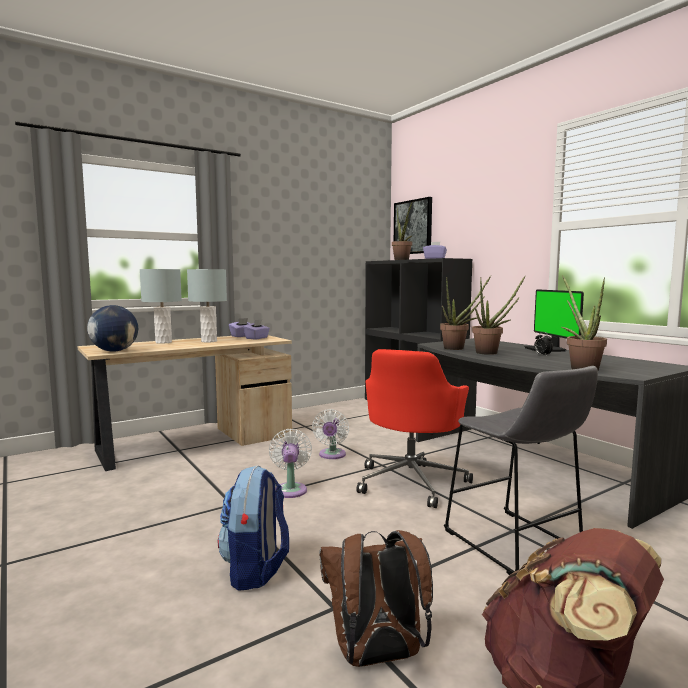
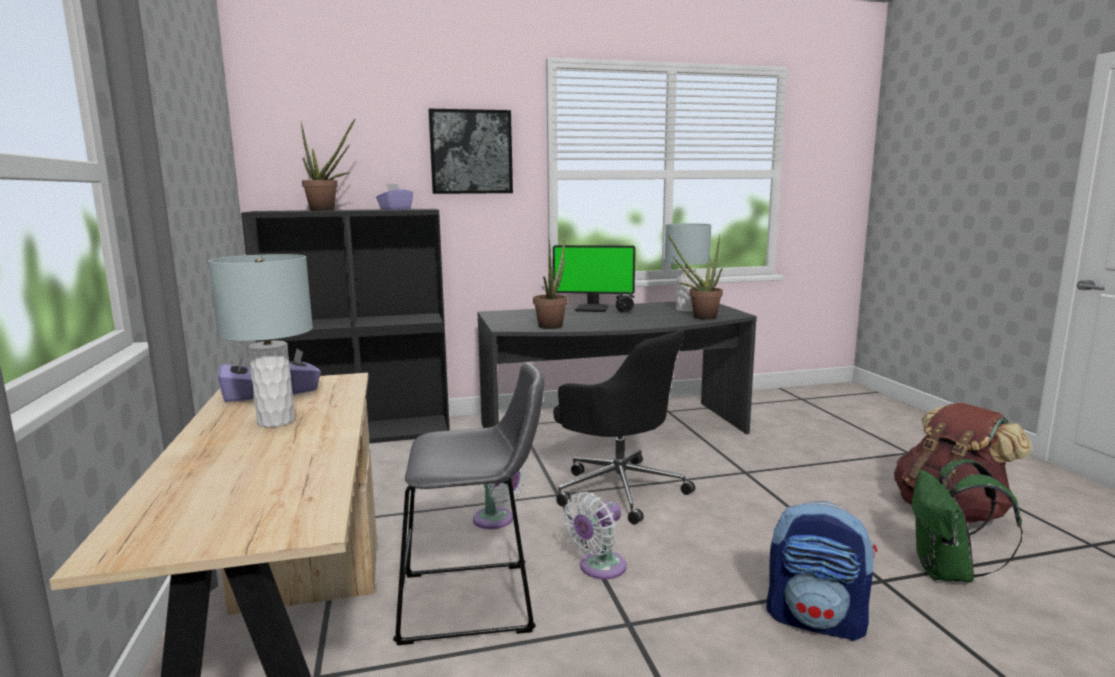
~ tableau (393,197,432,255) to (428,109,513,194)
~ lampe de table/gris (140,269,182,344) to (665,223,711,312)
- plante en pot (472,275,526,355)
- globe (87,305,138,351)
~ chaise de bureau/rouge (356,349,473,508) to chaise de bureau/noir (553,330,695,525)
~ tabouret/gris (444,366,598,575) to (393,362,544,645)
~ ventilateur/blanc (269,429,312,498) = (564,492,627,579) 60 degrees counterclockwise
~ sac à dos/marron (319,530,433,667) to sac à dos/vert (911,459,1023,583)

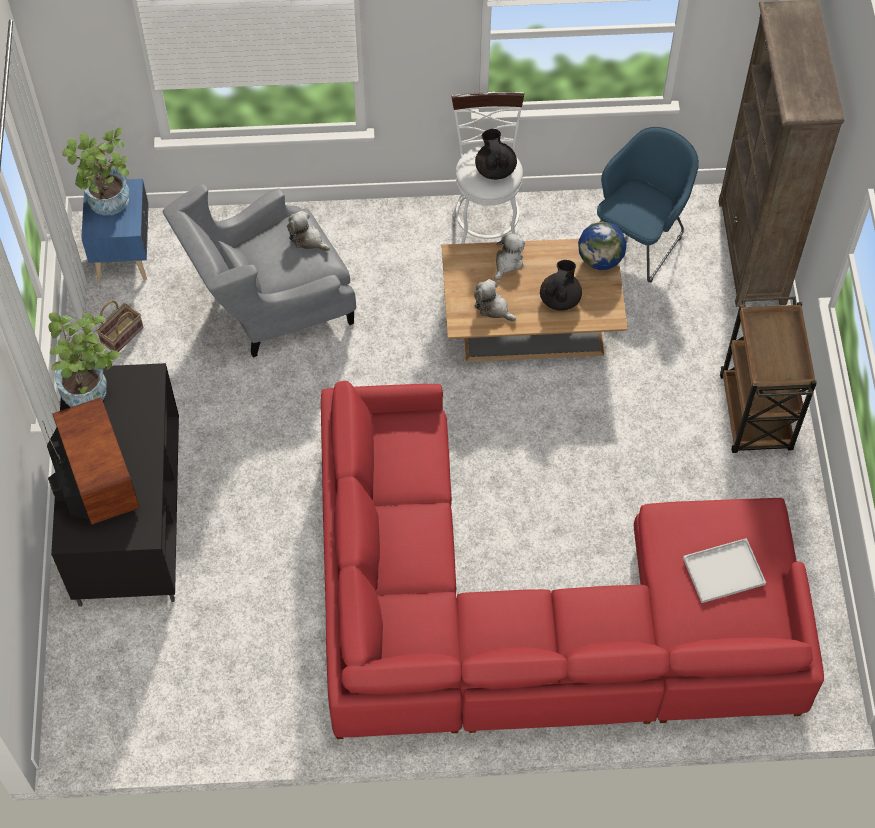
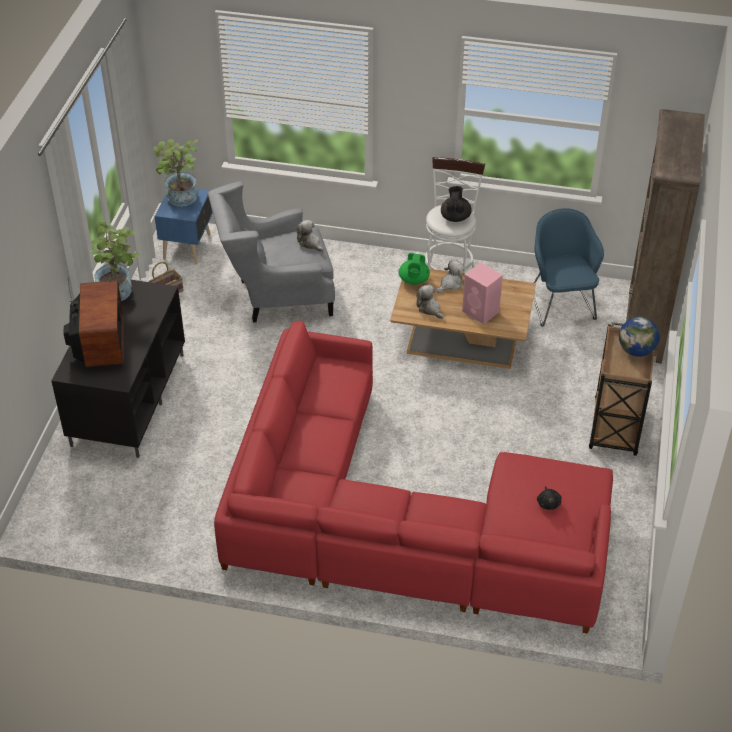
~ fauteuil/bleu (597,127,699,282) = (533,208,604,326) 60 degrees counterclockwise
~ globe (578,222,627,270) to (619,317,660,357)
~ théière/noir (540,260,582,311) to enceinte/rose (462,263,503,324)
~ plateau/blanc (683,538,766,603) to peluche/noir (537,486,561,510)
+ théière/vert (399,253,430,285)

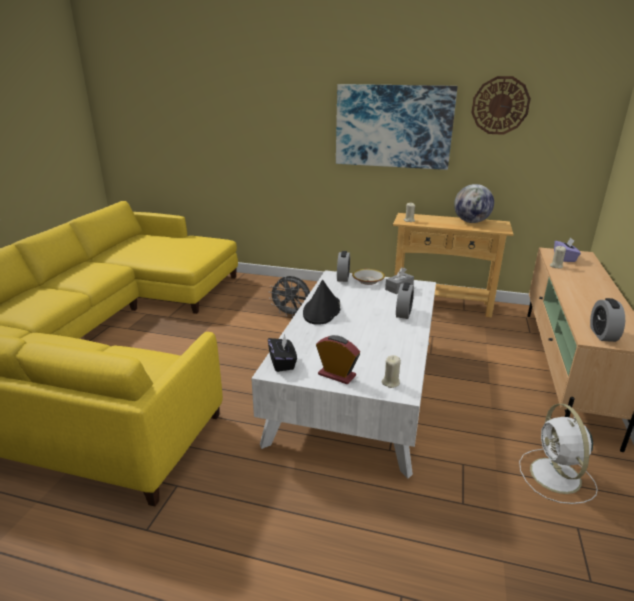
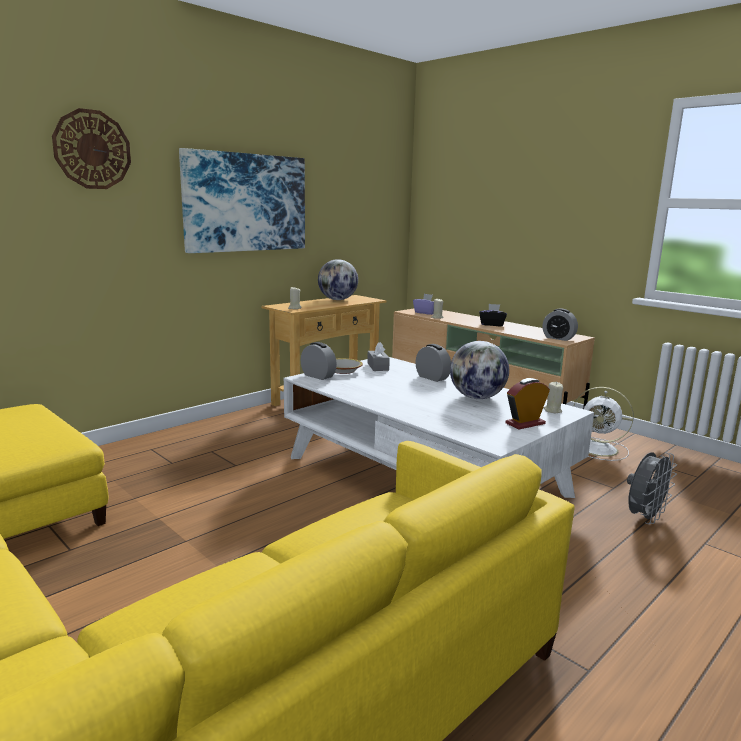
~ horloge murale (471,76,531,135) to (52,108,131,189)
~ ventilateur/gris (269,276,310,317) to (627,452,677,524)
- chapeau/noir (303,280,341,325)
~ boîte à mouchoirs/noir (268,334,297,372) to (479,304,507,326)
+ globe (450,341,509,399)

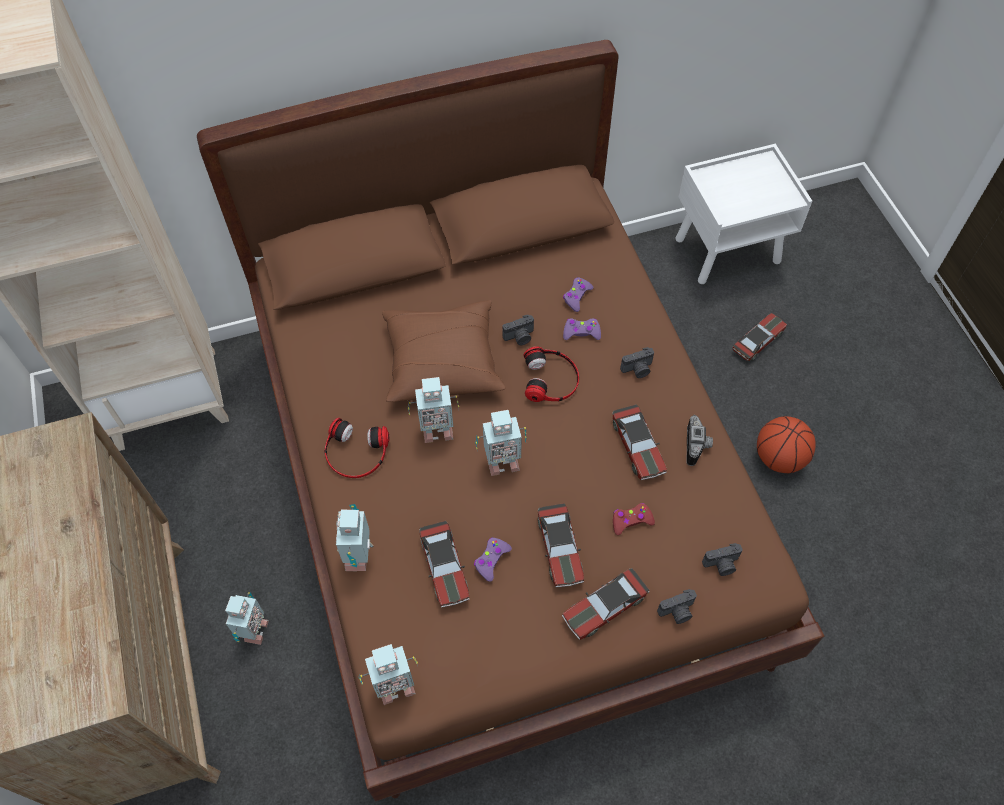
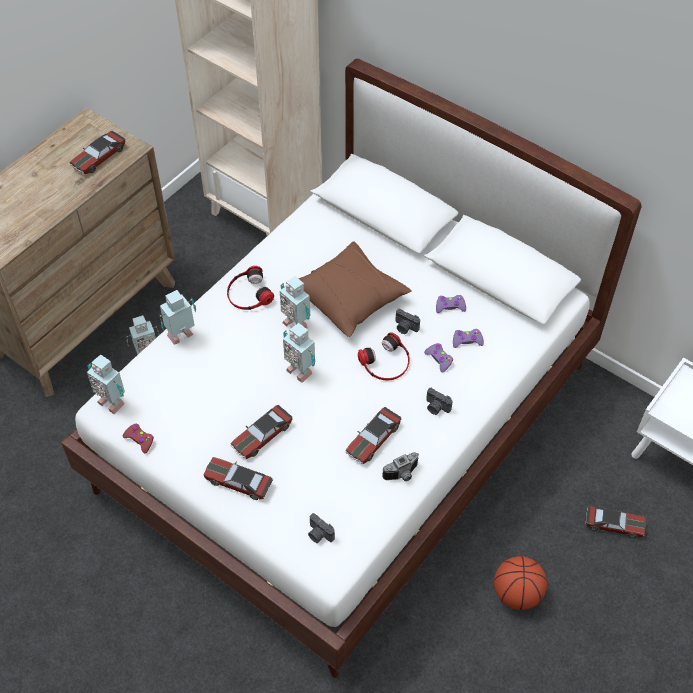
~ lit/marron (197,40,824,801) to lit/blanc (61,59,641,678)
~ manette/rouge (613,503,655,535) to (123,424,154,453)
~ petite voiture (419,521,470,608) to (70,131,126,174)
~ manette/violet (474,538,512,582) to (436,295,466,313)
- appareil photo (657,589,697,624)

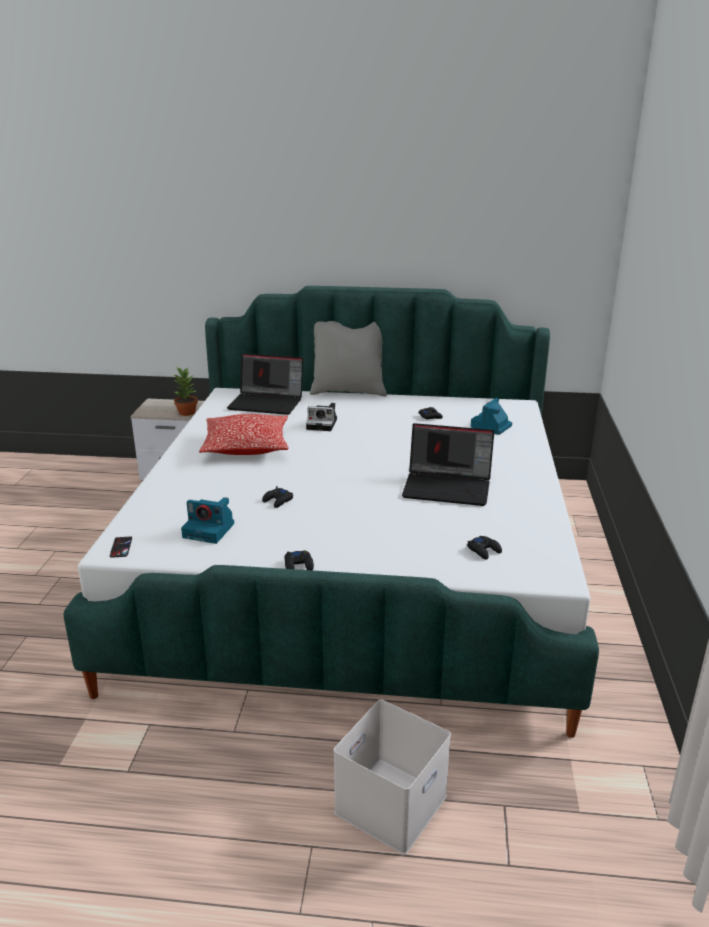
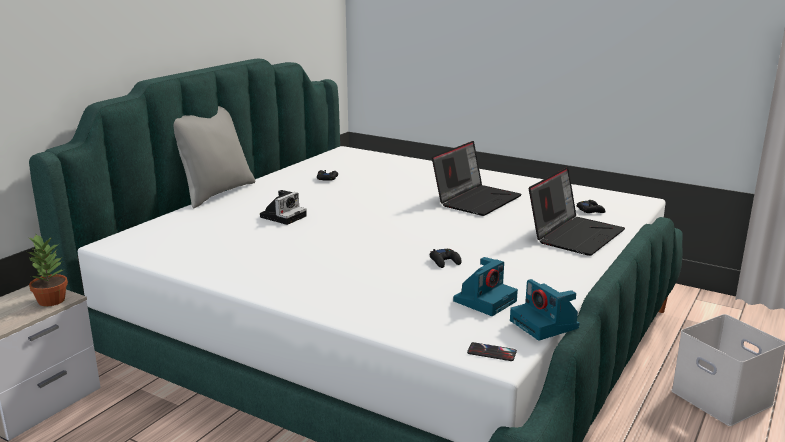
~ ordinateur portable (227,353,303,415) to (529,167,625,256)
~ appareil photo (471,398,512,435) to (510,279,579,340)
- coussin (199,414,288,455)
- manette/noir (284,550,314,570)

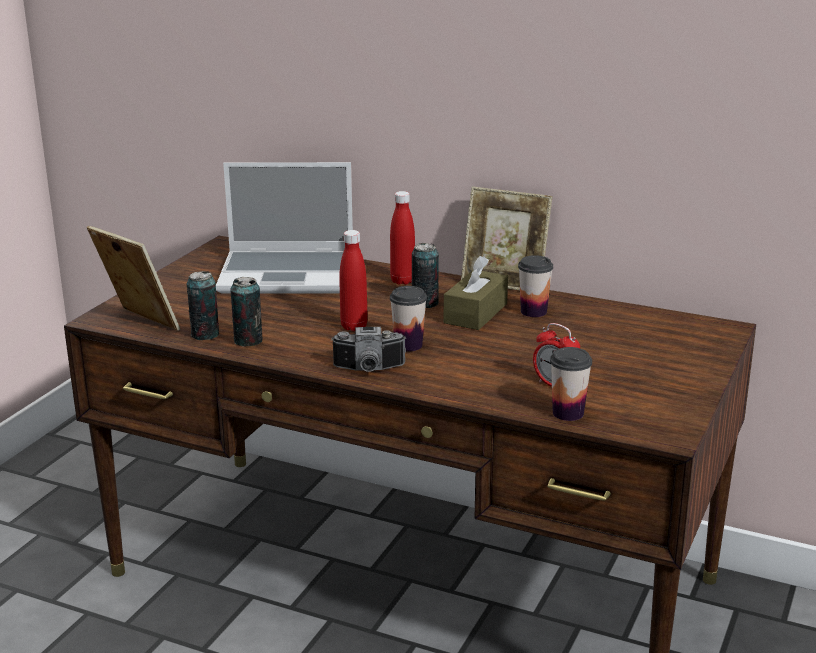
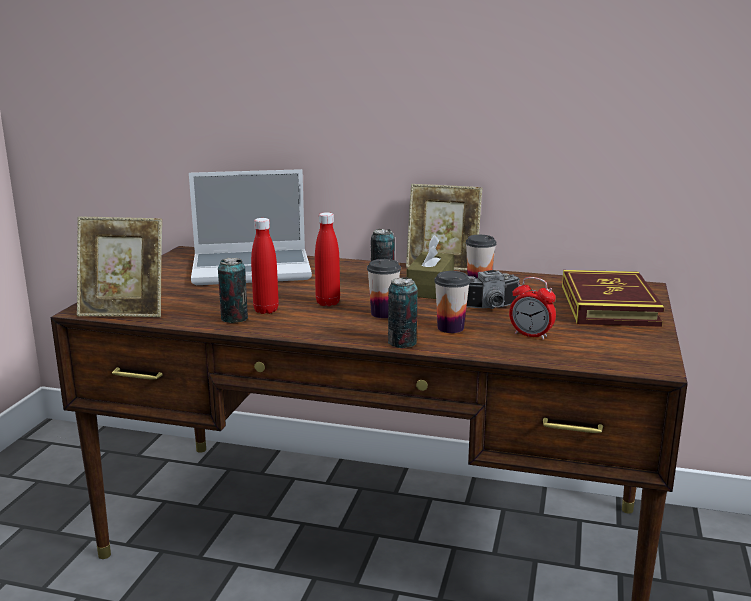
~ bouteille/rouge (390,191,415,285) to (251,218,279,314)
~ cadre photo (87,225,180,331) = (77,217,162,317) 150 degrees clockwise
~ boîte métallique (187,271,219,340) to (388,277,418,348)
~ appareil photo (331,327,406,372) to (467,270,520,309)
~ tasse (550,347,592,421) to (434,271,470,333)
+ livre (562,270,664,327)

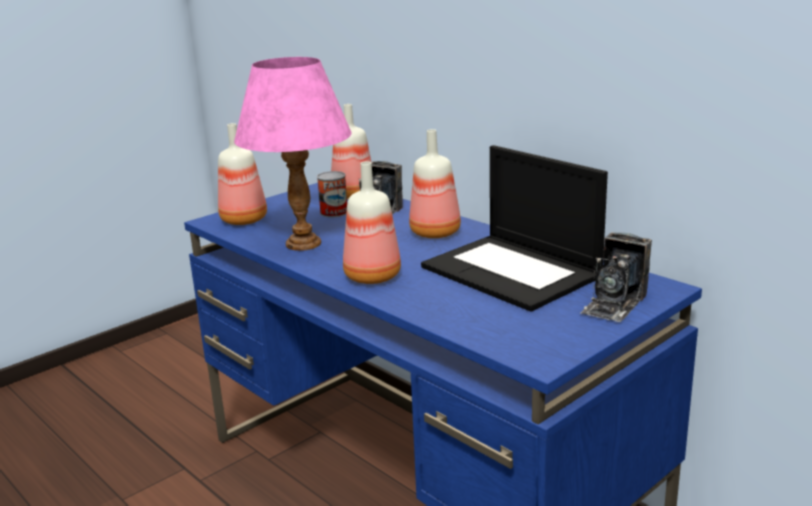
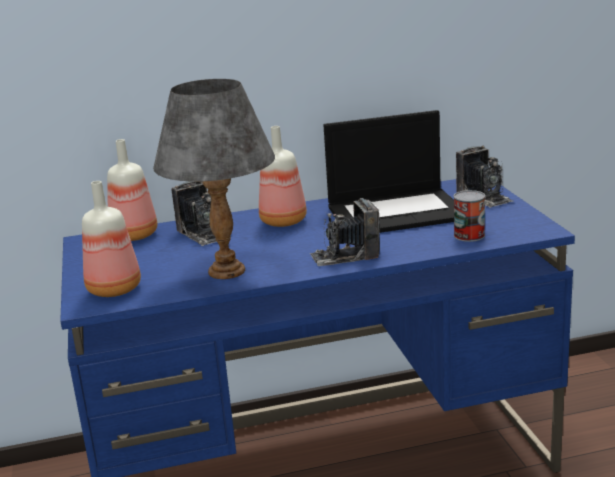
~ lampe de table/rose (234,57,352,251) to lampe de table/gris (153,79,275,279)
~ bouteille (343,161,401,284) to appareil photo (310,198,380,266)
~ boîte métallique (317,171,347,218) to (454,190,485,242)

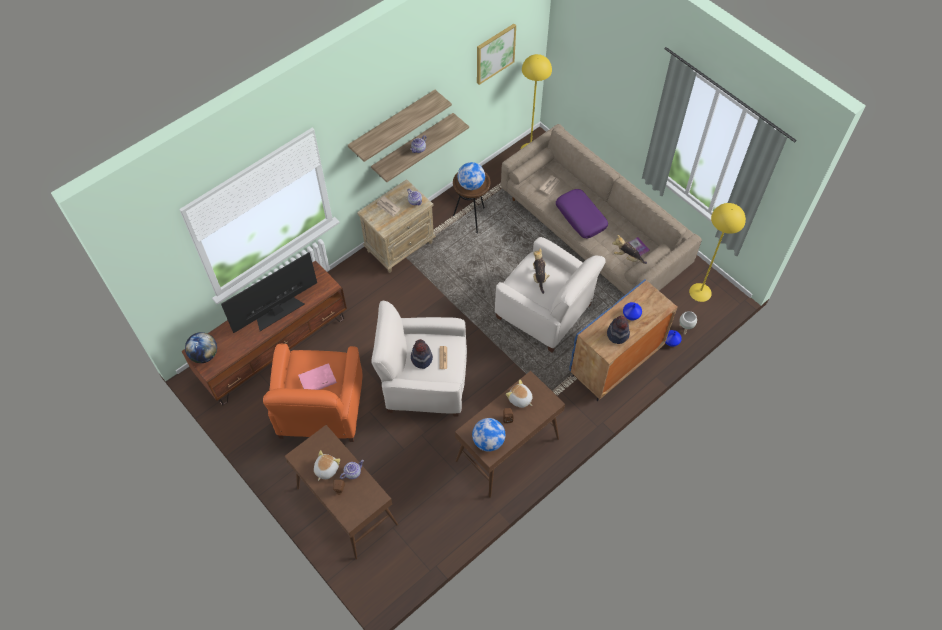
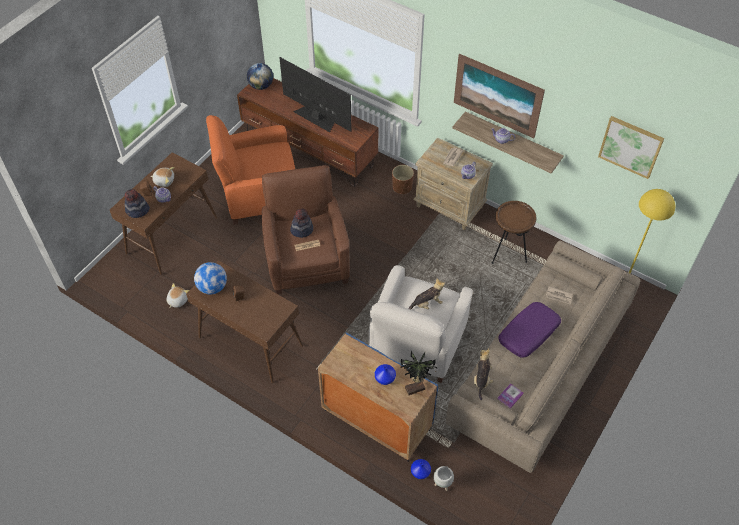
~ étagère (348,90,452,162) to tableau (454,54,545,138)
- globe (457,162,485,190)
- lampadaire/jaune (689,203,746,302)
~ fauteuil/blanc (371,301,467,417) to fauteuil/marron (262,165,350,295)
~ chapeau (607,316,630,344) to (125,189,150,218)
- livre/rose (298,363,337,390)
~ peluche (506,379,533,408) to (166,283,189,308)
+ cache-pot/marron (392,165,414,194)
+ plante en pot (400,351,438,395)

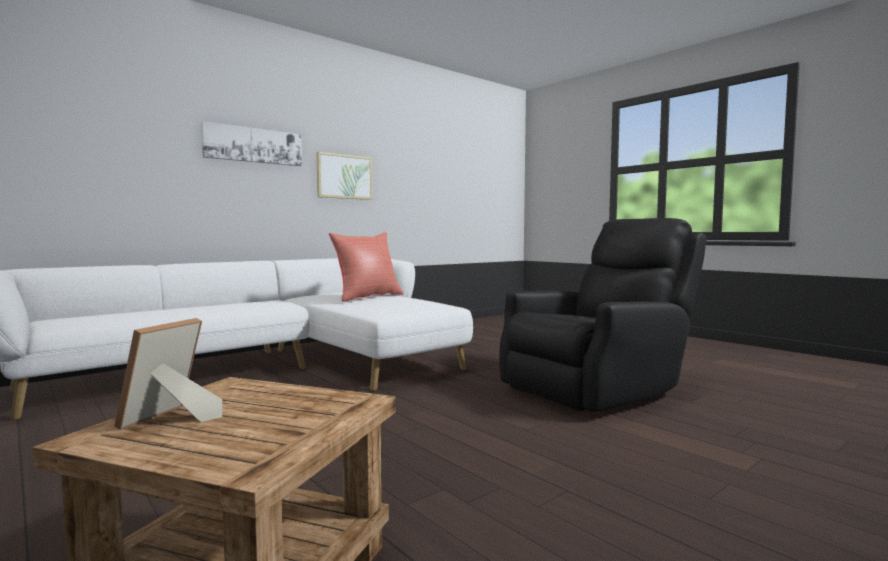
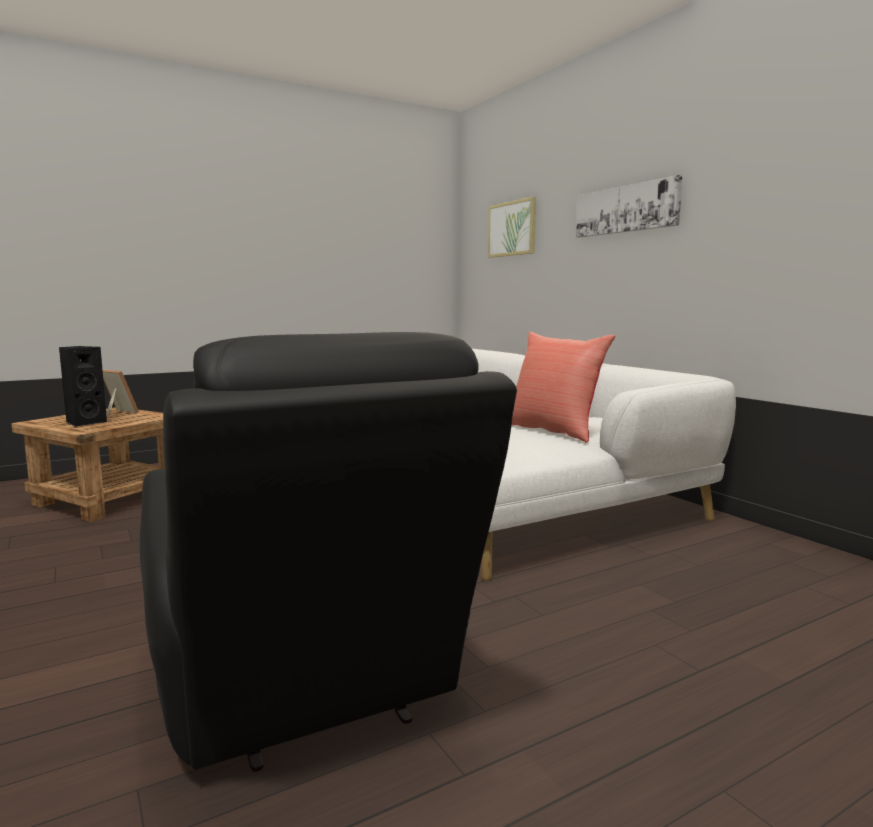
~ tableau (317,152,372,200) to (488,197,536,258)
+ enceinte/noir (59,346,107,427)

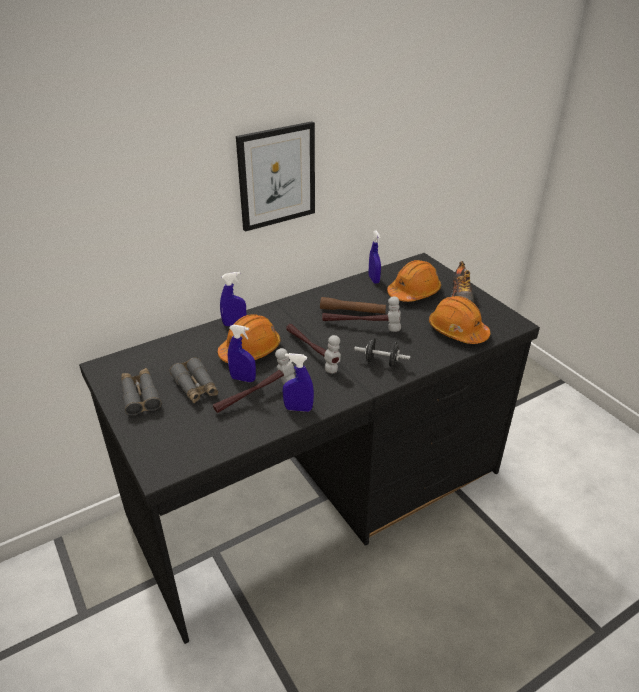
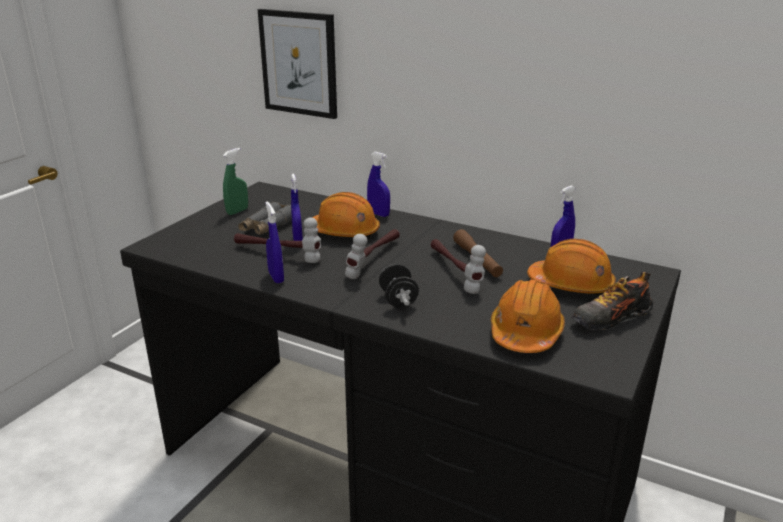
~ tableau (236,121,315,232) to (258,9,337,119)
~ jumelles/gris (121,368,161,416) to vaporisateur/vert (223,148,248,215)

